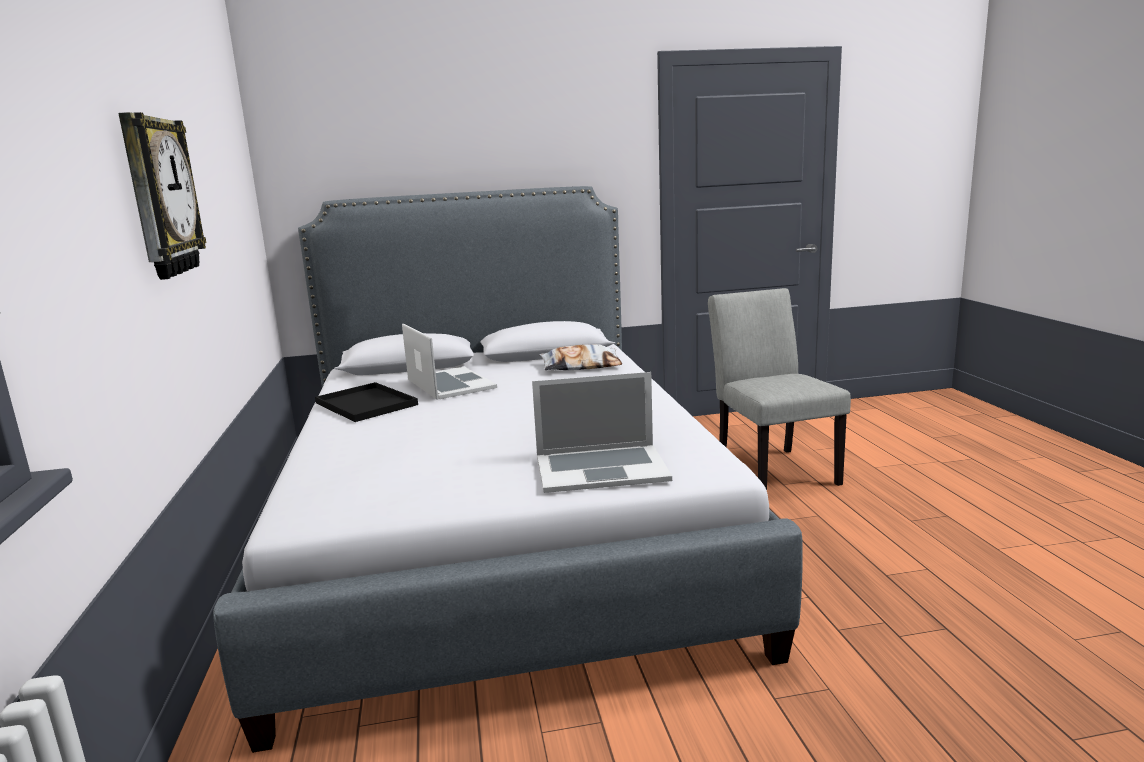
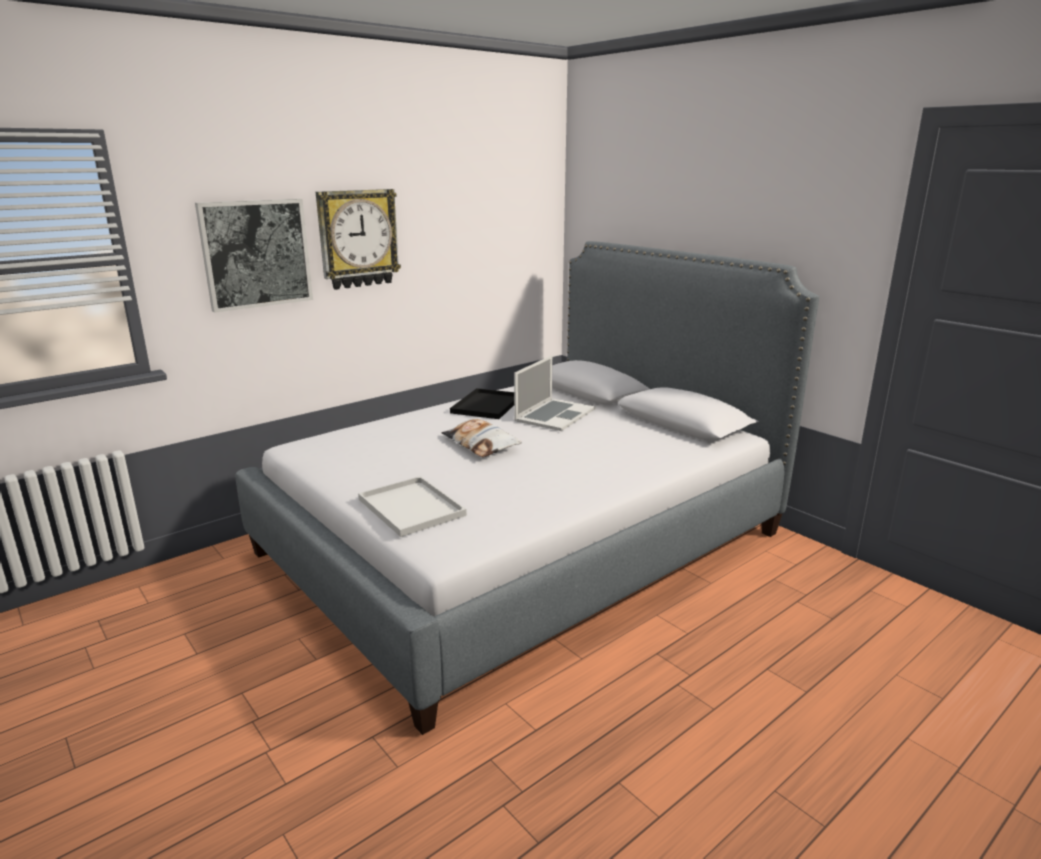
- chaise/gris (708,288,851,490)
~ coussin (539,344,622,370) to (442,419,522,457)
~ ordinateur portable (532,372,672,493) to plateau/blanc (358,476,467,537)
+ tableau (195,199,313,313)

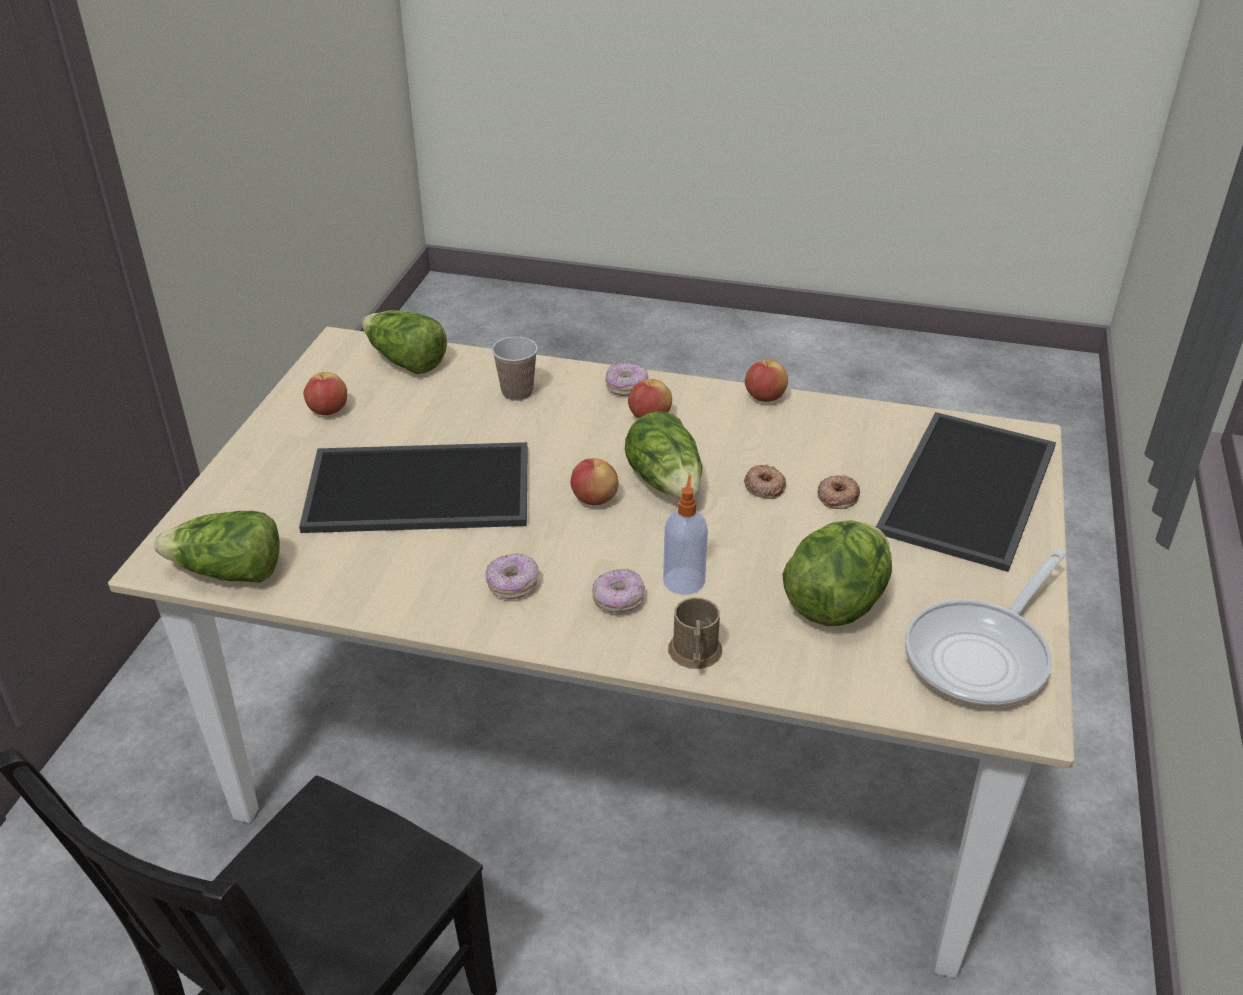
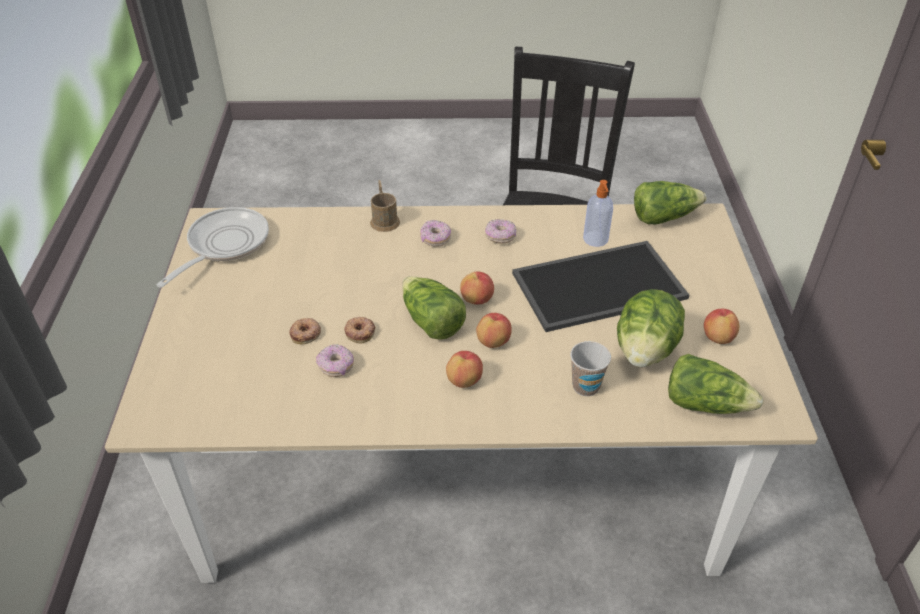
~ pomme (745,360,788,402) to (476,313,512,348)
~ beignet (605,362,648,396) to (316,344,354,377)
- plateau (876,412,1056,572)
~ distributeur de savon (663,475,708,595) to (583,180,613,247)
~ laitue (782,520,892,626) to (617,289,685,367)

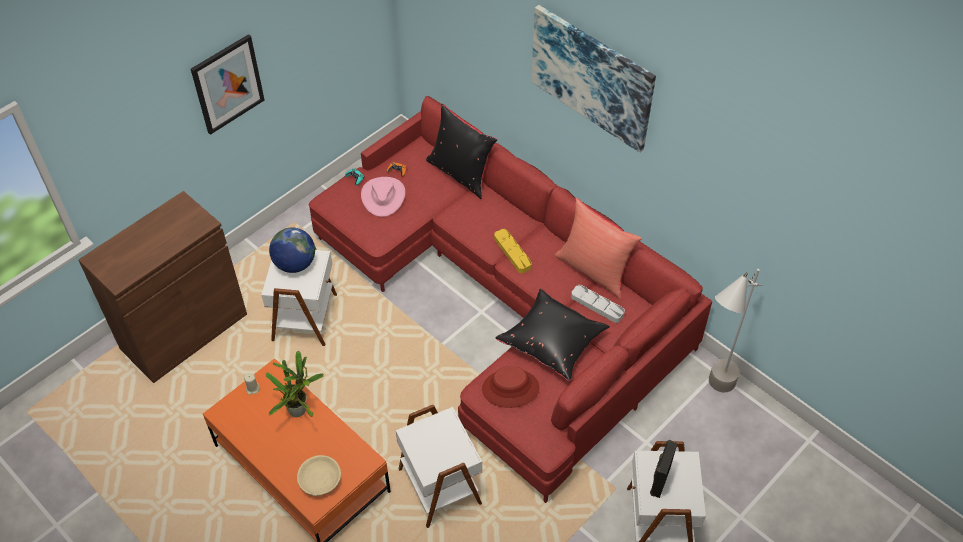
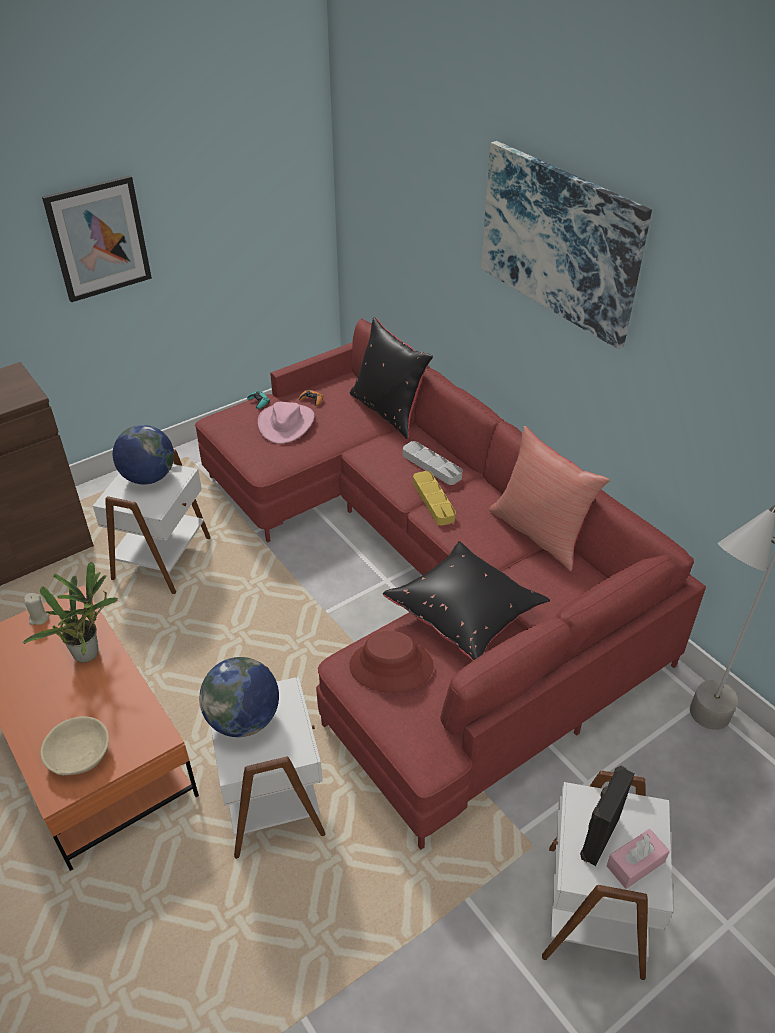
~ plateau/gris (571,285,625,323) to (403,441,462,485)
+ globe (199,657,279,737)
+ boîte à mouchoirs/rose (607,829,670,889)

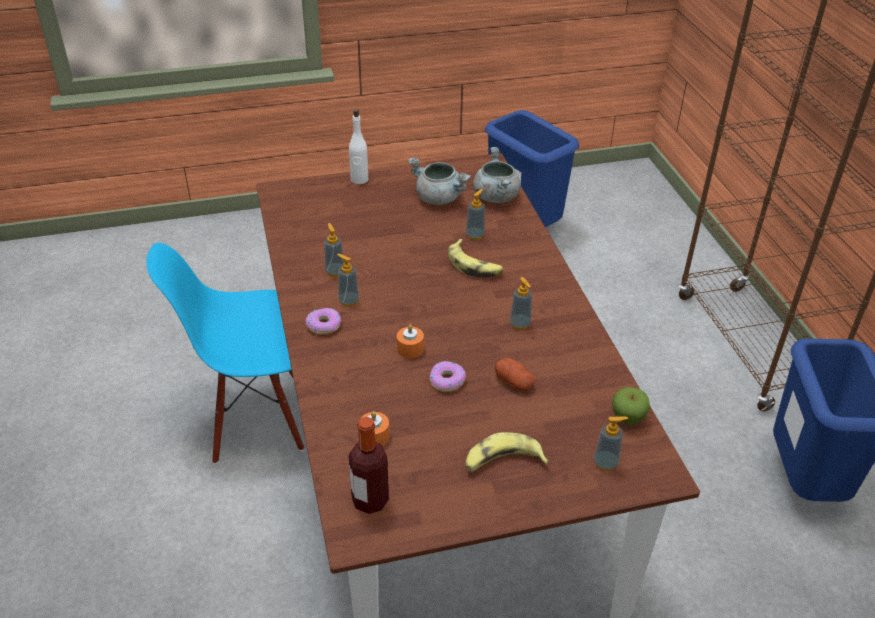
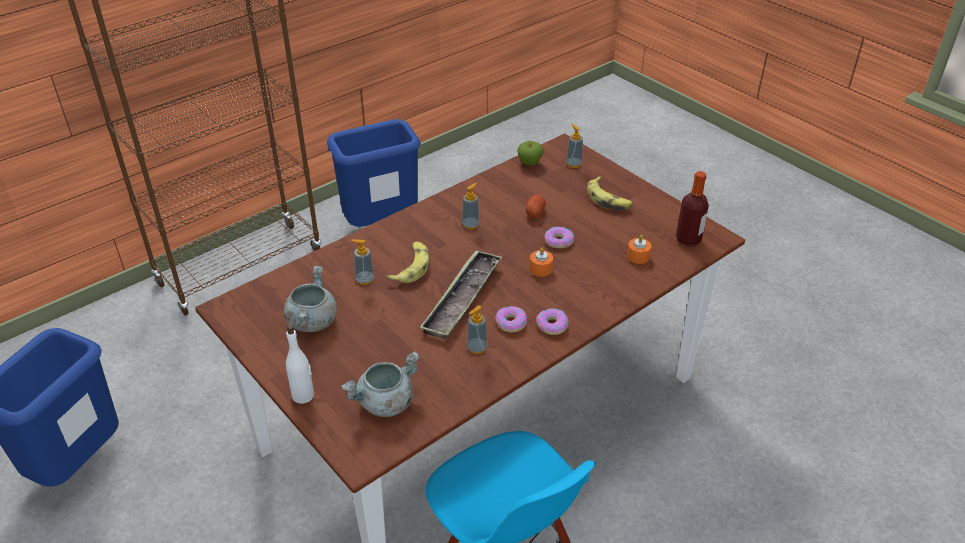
~ marmite/gris (473,147,521,203) to (341,351,420,417)
~ distributeur de savon (337,254,359,307) to beignet (495,306,527,332)
+ plateau (419,250,502,339)

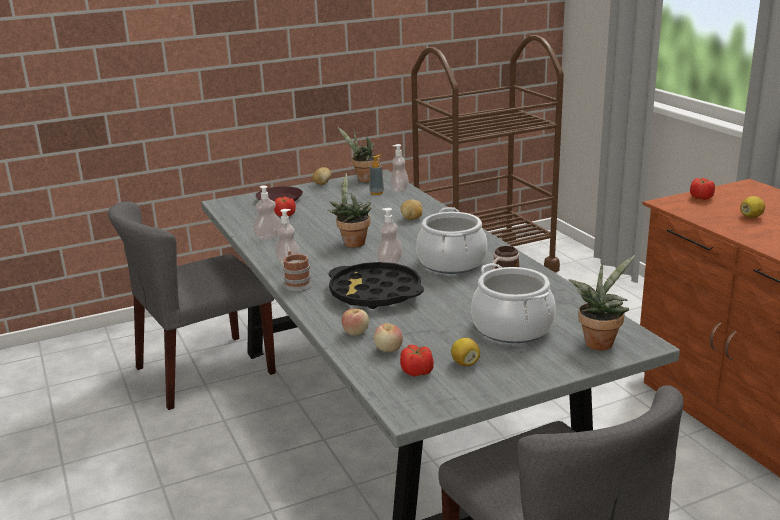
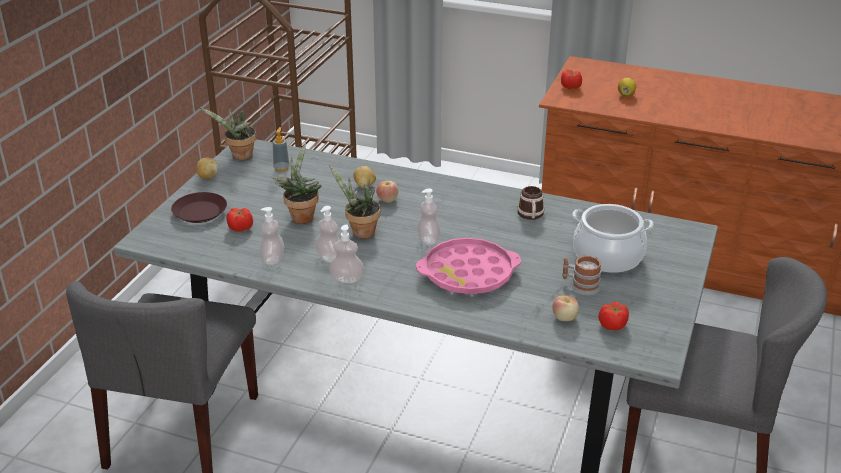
~ distributeur de savon (390,144,409,192) to (315,206,340,263)
- marmite (416,207,487,274)
~ mug (283,251,312,292) to (562,256,601,296)
~ plante en pot (569,255,635,350) to (273,143,322,224)
~ plateau/noir (329,262,424,309) to plateau/rose (416,238,521,294)
~ pomme (342,309,369,336) to (376,181,398,202)
- citron (451,338,480,366)

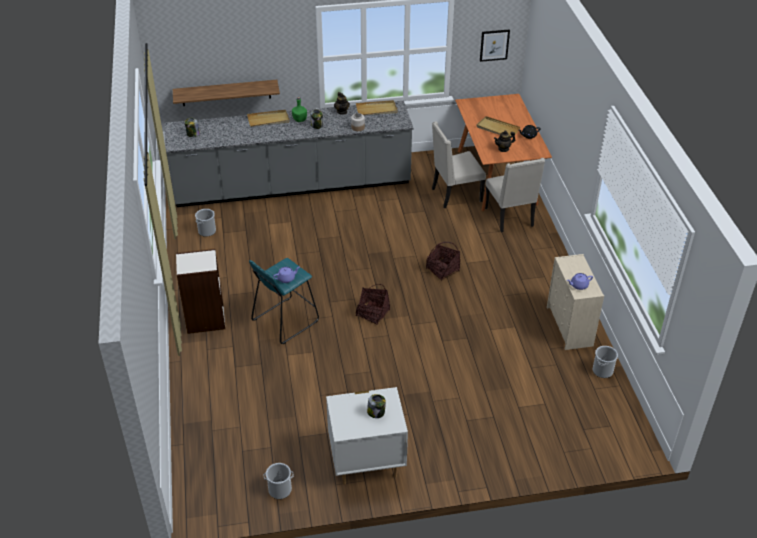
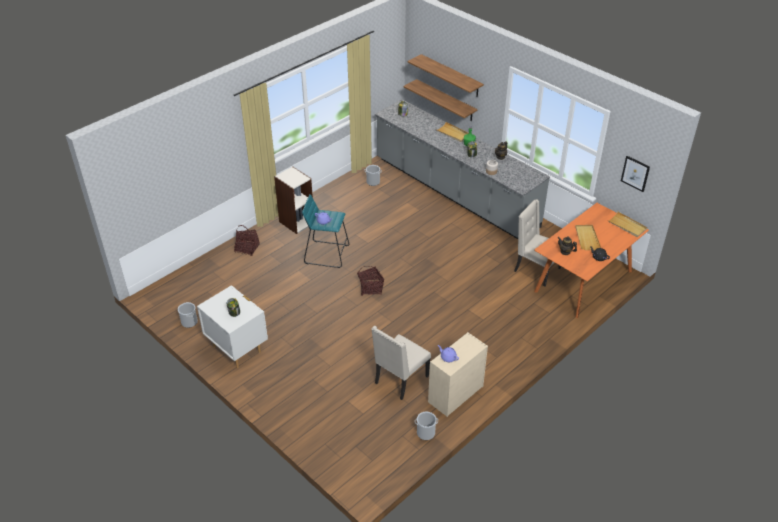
~ plateau/beige (356,100,398,116) to (607,212,647,237)
~ chaise/beige (485,158,545,232) to (372,326,431,400)
~ panier (426,242,460,281) to (234,225,260,256)
+ étagère (408,54,484,97)

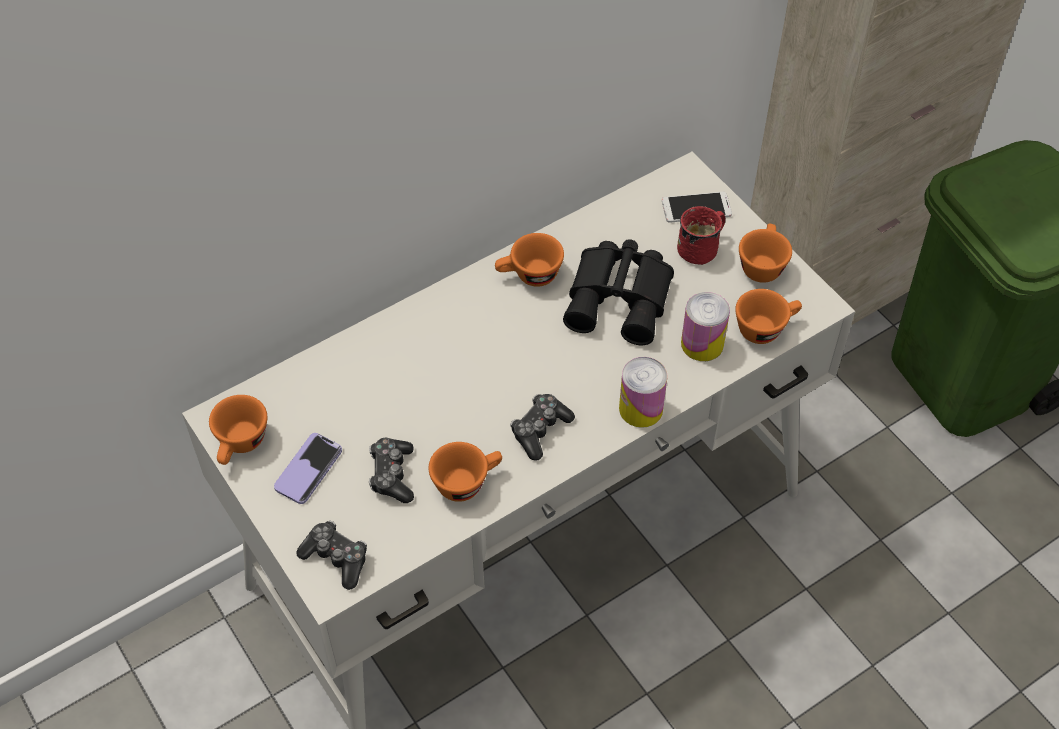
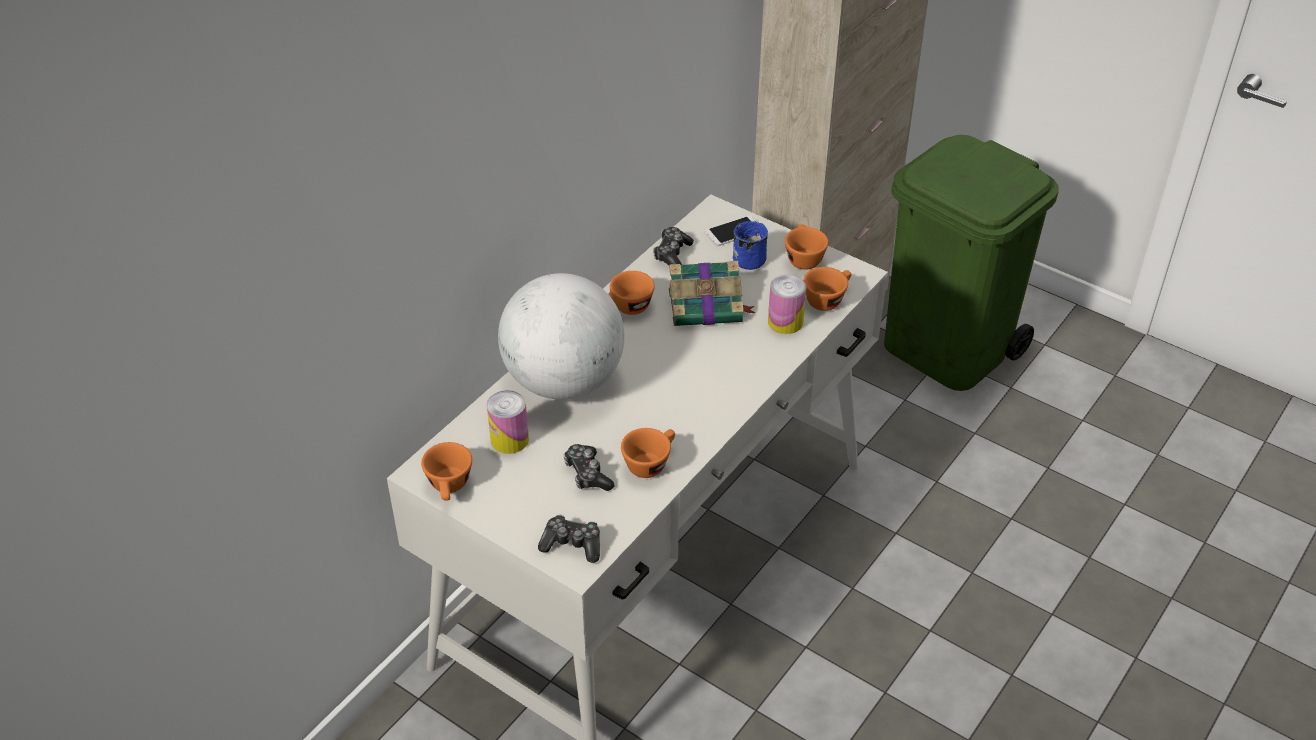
~ mug/rouge (677,206,725,265) to mug/bleu (733,221,768,270)
~ jumelles/noir (563,239,674,345) to livre (669,261,756,326)
~ boîte métallique (619,357,668,428) to (487,390,529,454)
~ manette (510,394,575,461) to (653,227,694,265)
- téléphone (274,433,342,504)
+ globe (498,273,625,400)

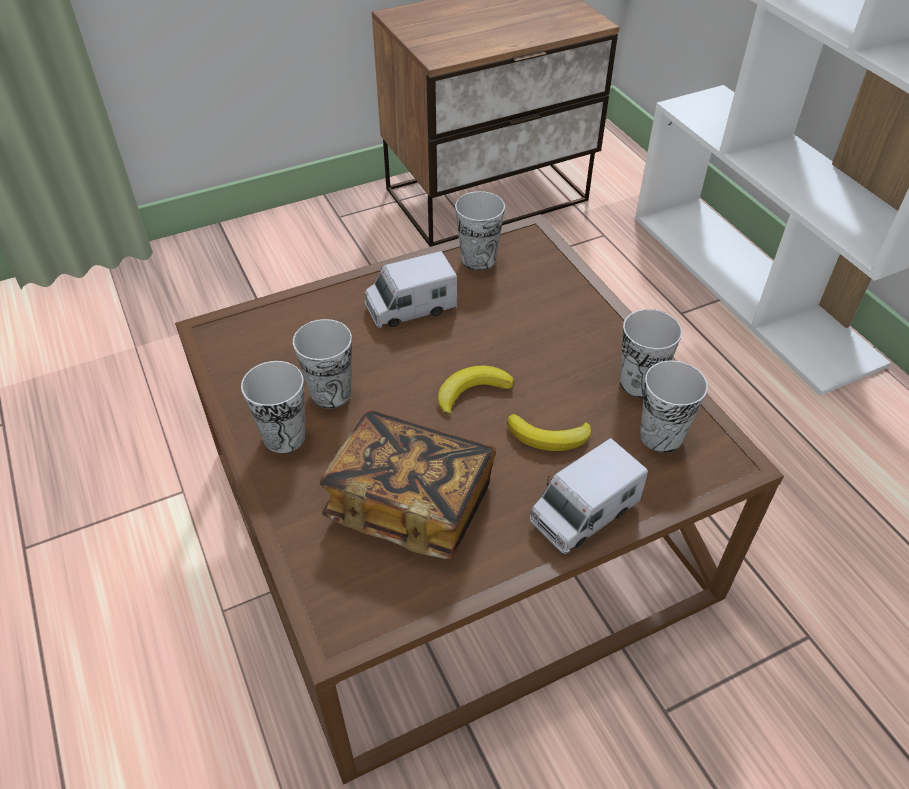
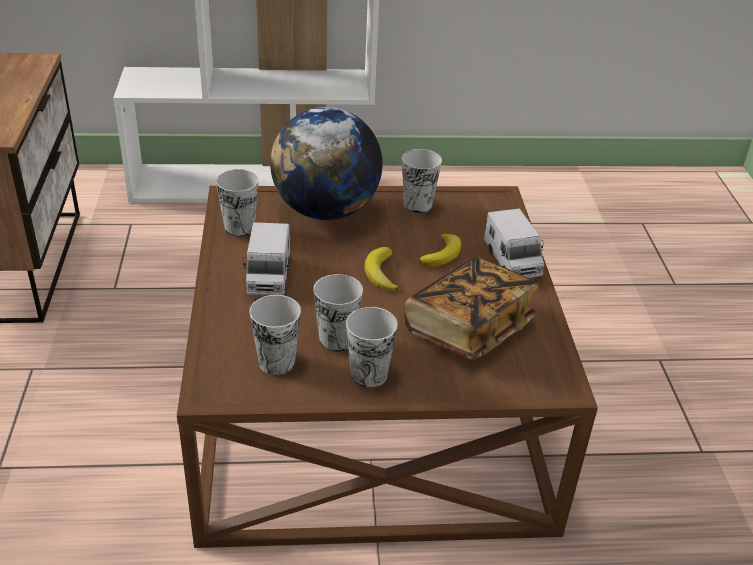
~ tasse (640,361,708,453) to (249,295,301,375)
+ globe (270,107,383,220)

